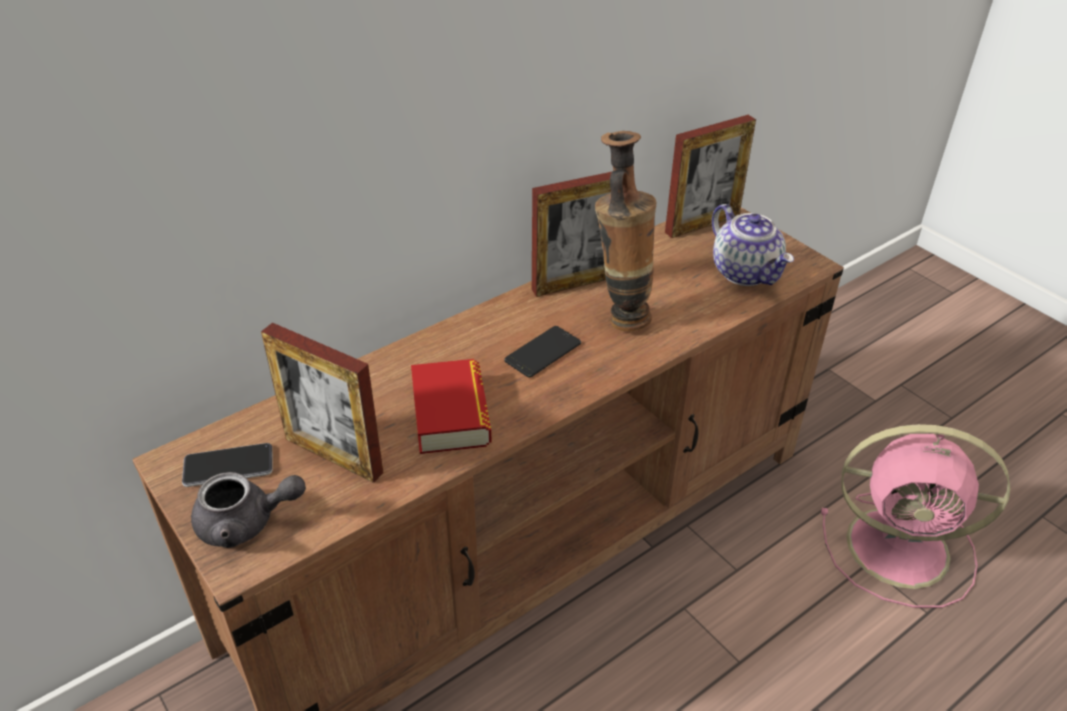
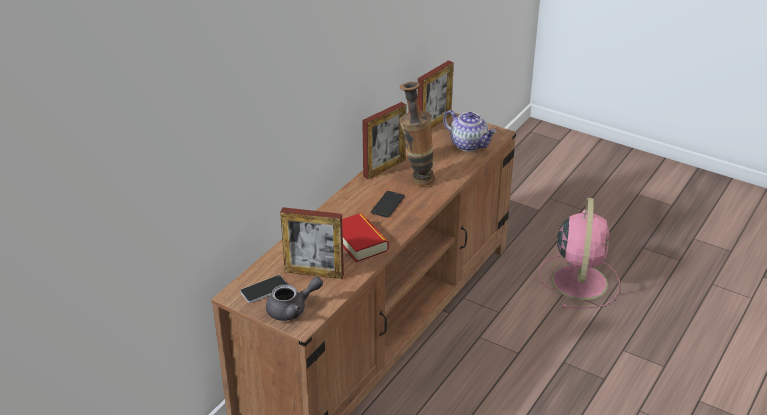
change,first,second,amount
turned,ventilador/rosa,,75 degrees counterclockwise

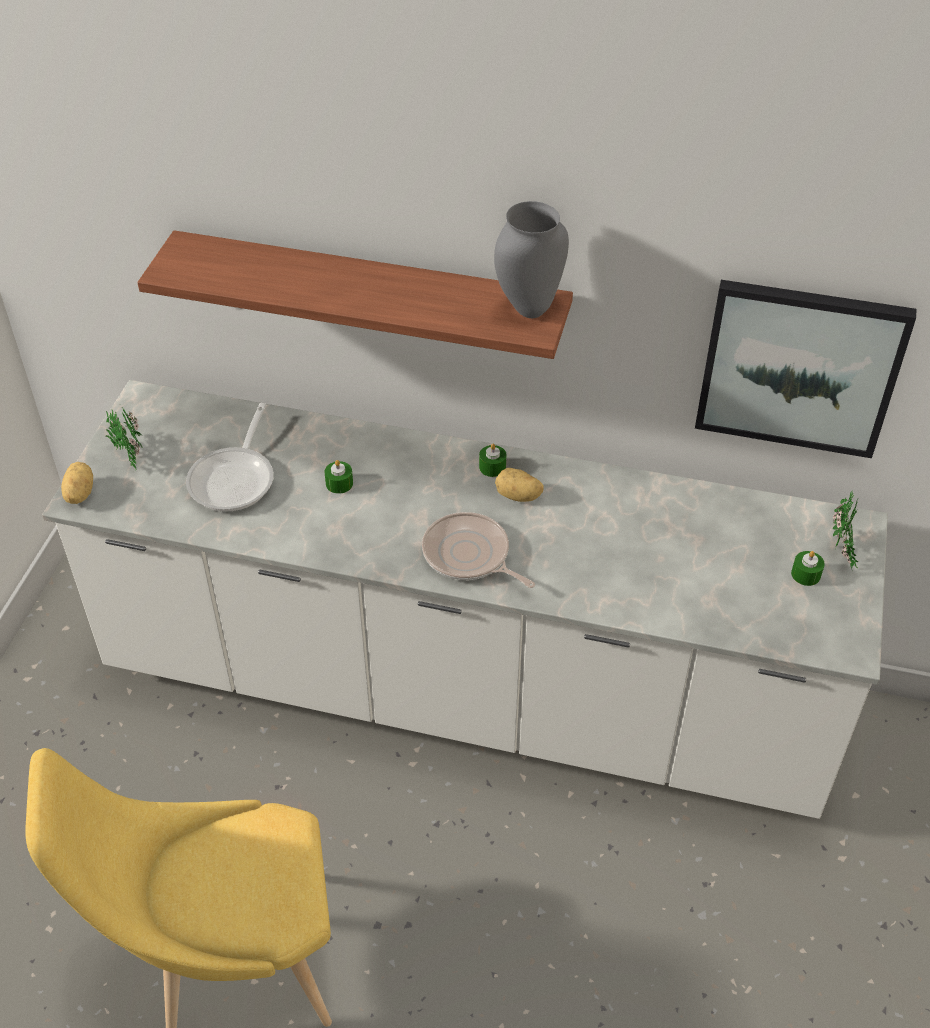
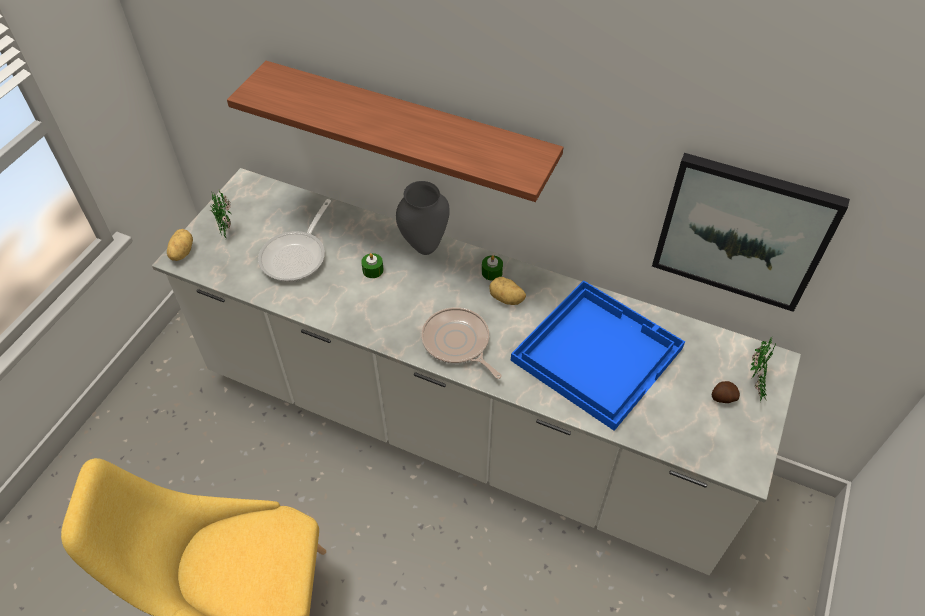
change,first,second,amount
moved,florero/gris,,
replaced,vela/verde (3rd from left),patata (3rd from left),
added,,bandeja/azul,

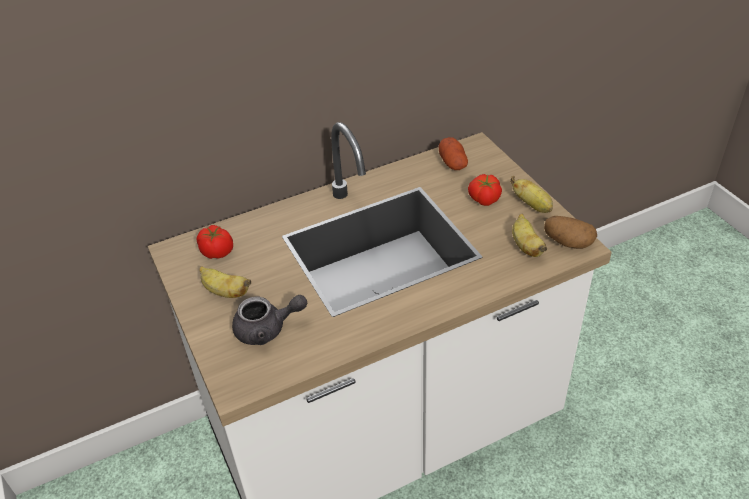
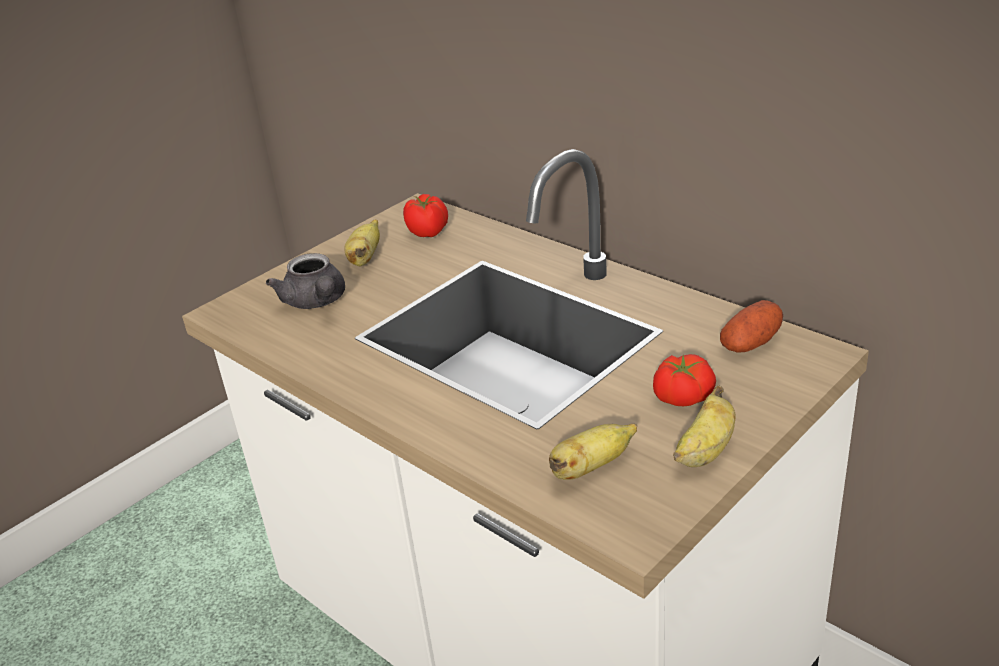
change,first,second,amount
removed,patata (2nd from left),,

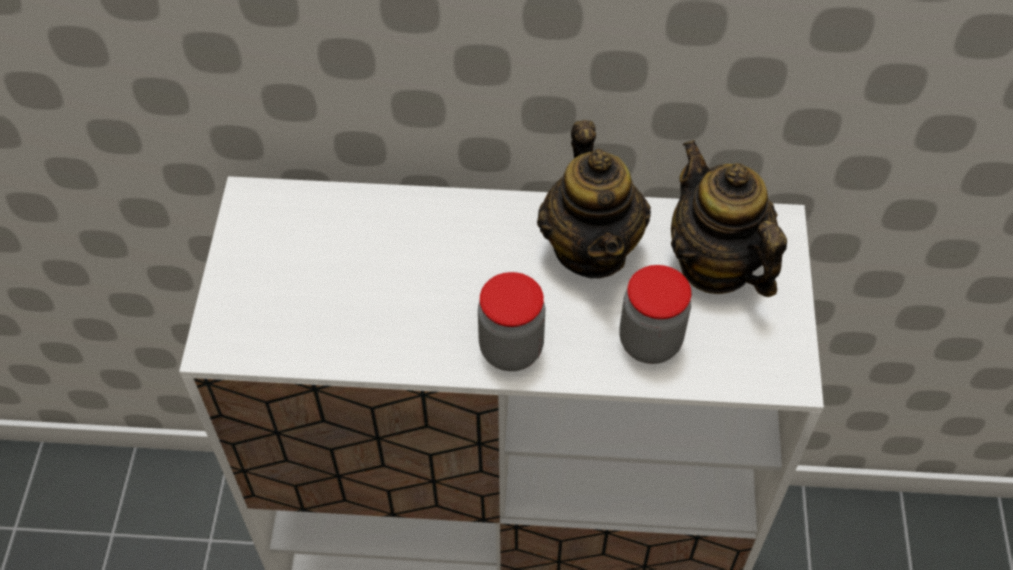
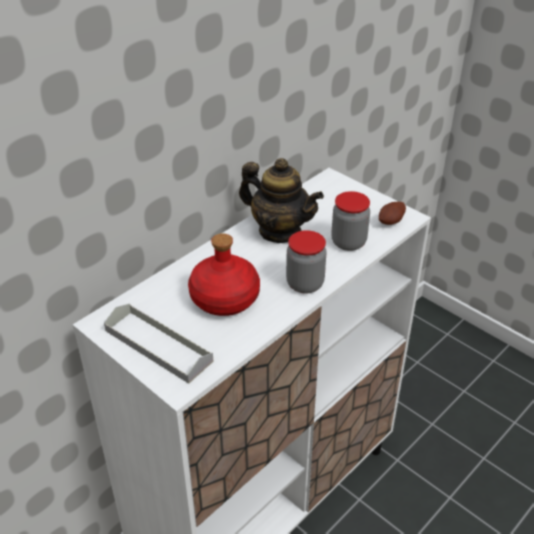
change,first,second,amount
removed,tetera (2nd from left),,
added,,patata,
added,,botella/rojo,
added,,bandeja/gris,

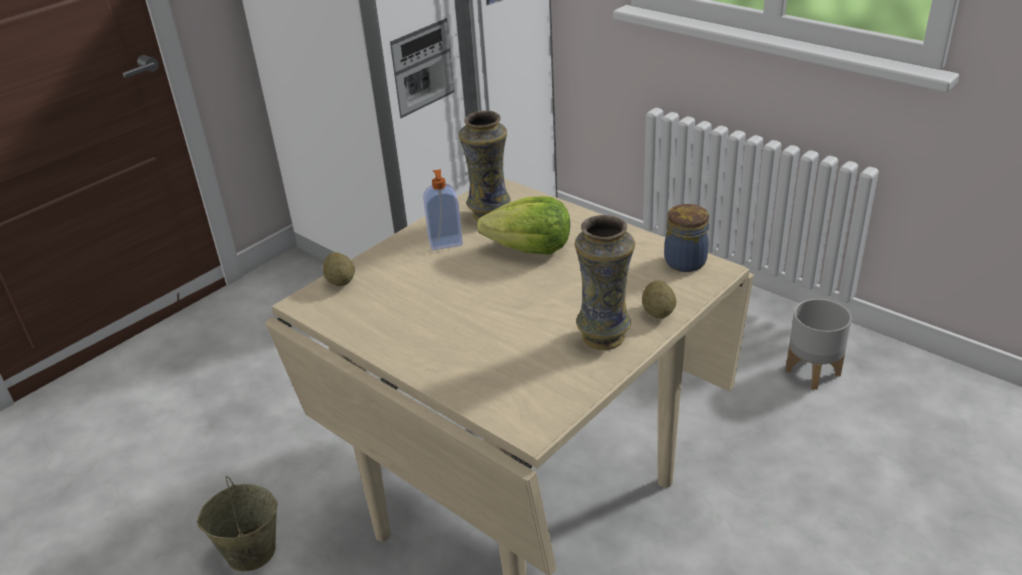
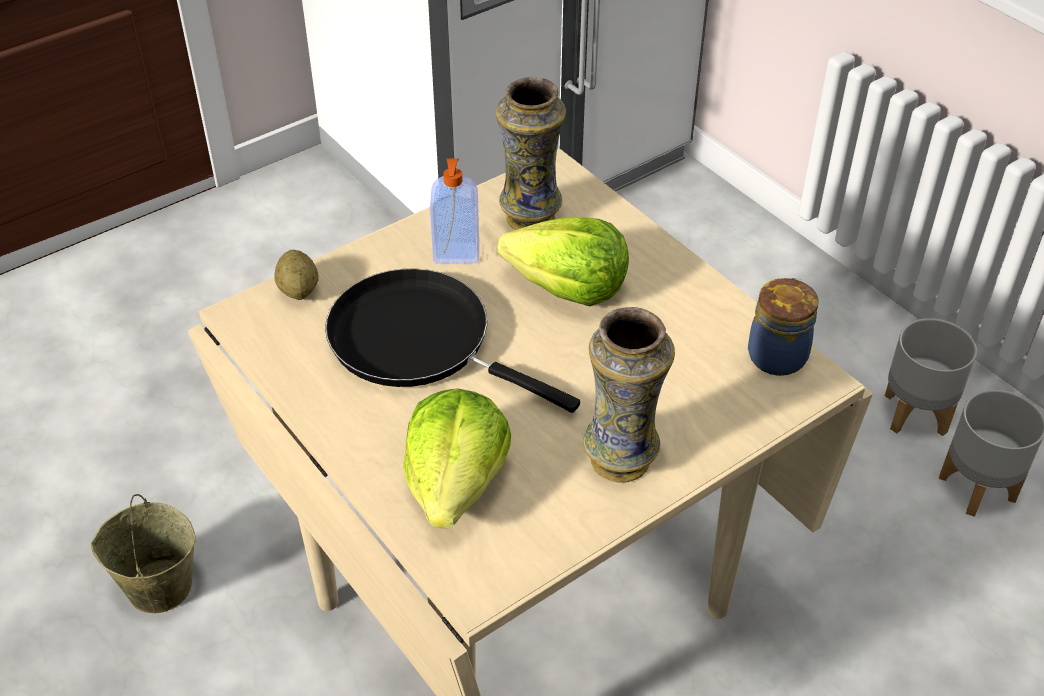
change,first,second,amount
removed,patata (2nd from left),,
added,,sartén/negro,
added,,maceta/gris (1st from left),
added,,lechuga (1st from left),

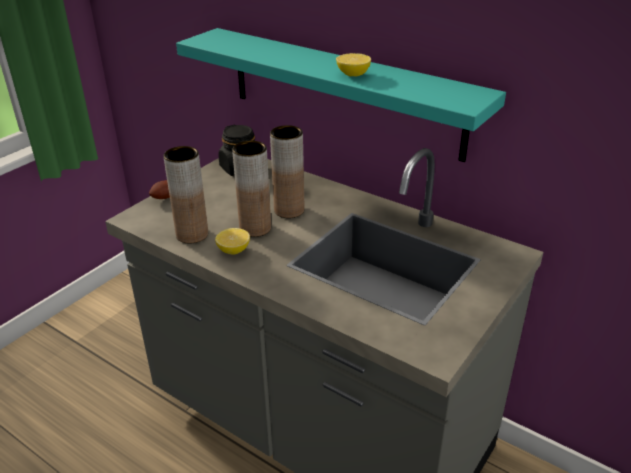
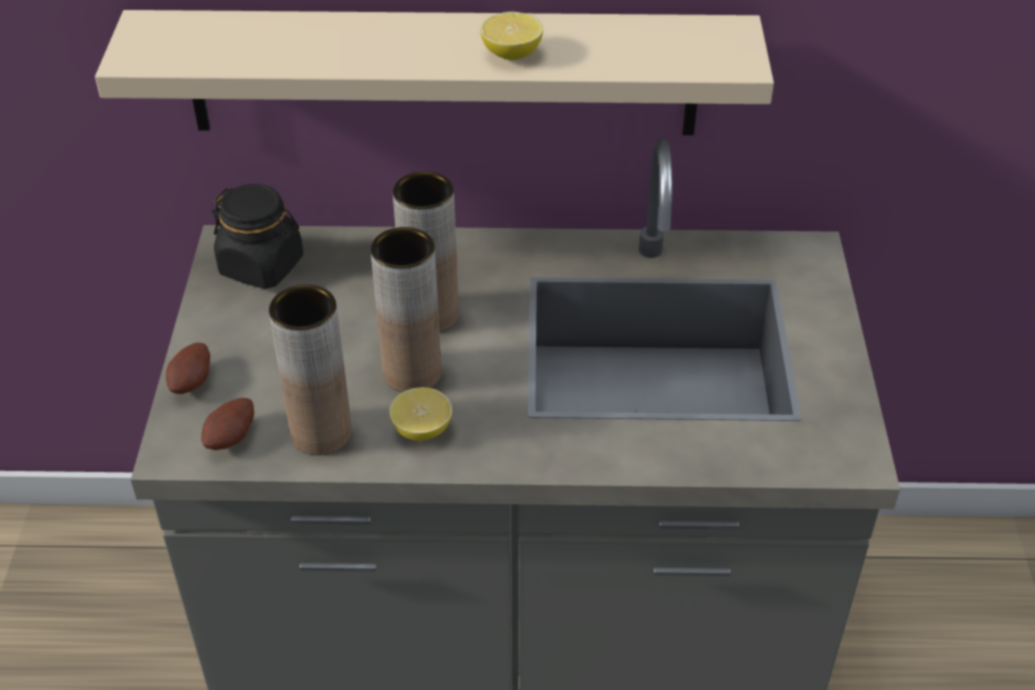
change,first,second,amount
recoloured,estante/turquesa,estante/beis,
added,,patata (2nd from left),

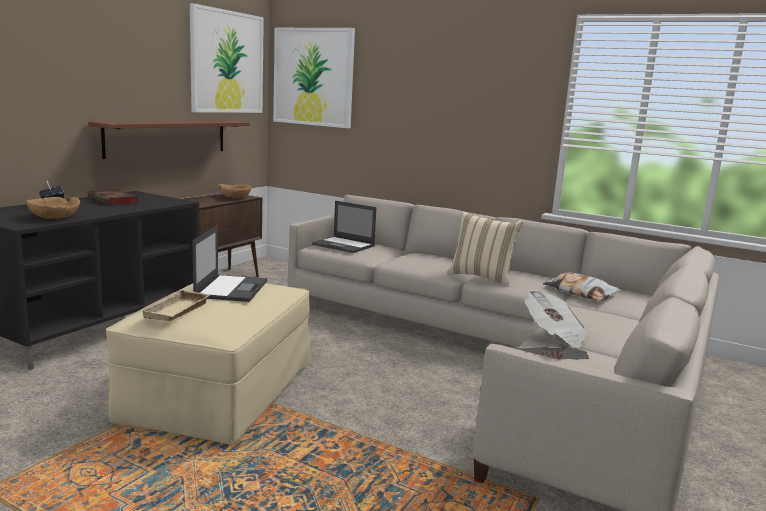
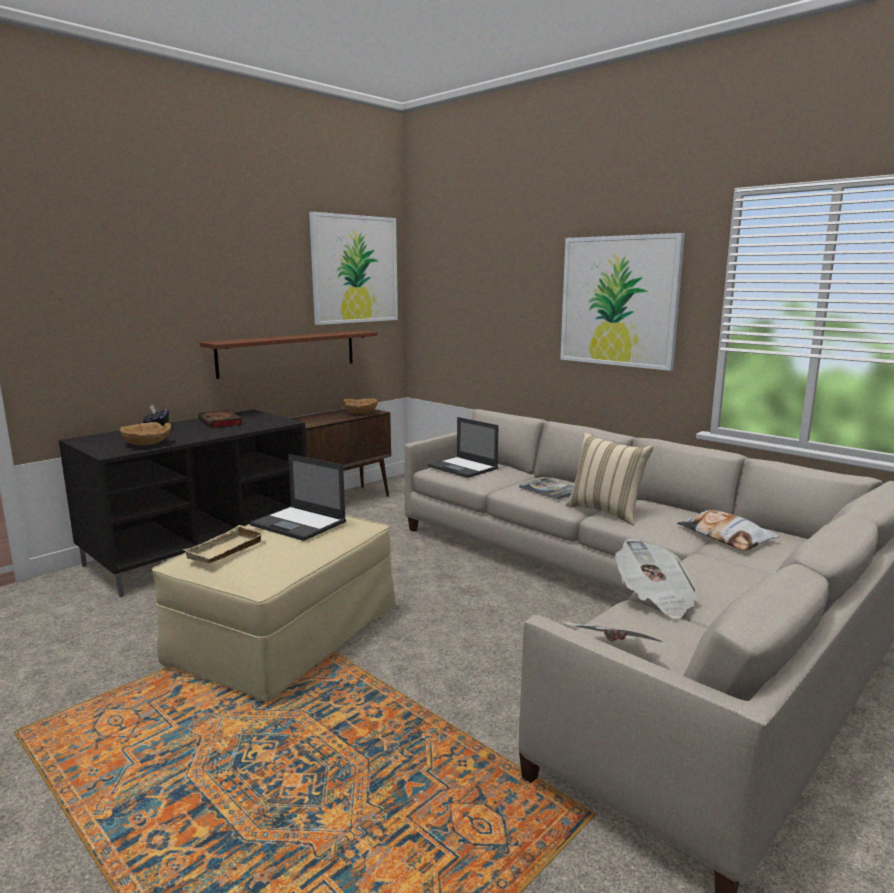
change,first,second,amount
moved,cuadro (2nd from left),,
turned,portátil (1st from left),,105 degrees clockwise
added,,libro (2nd from left),

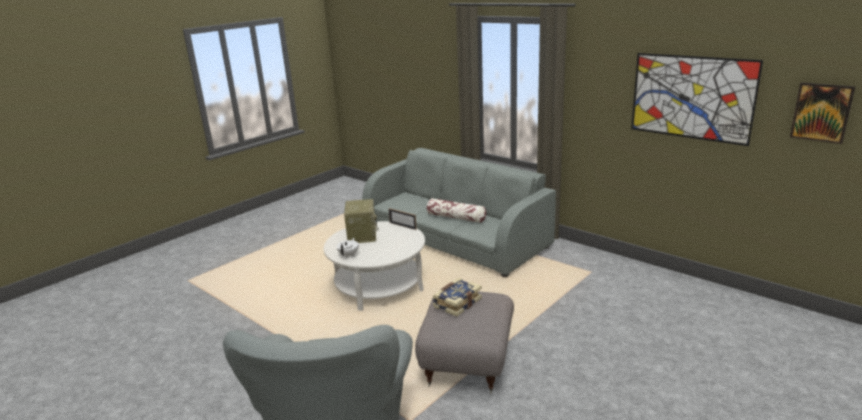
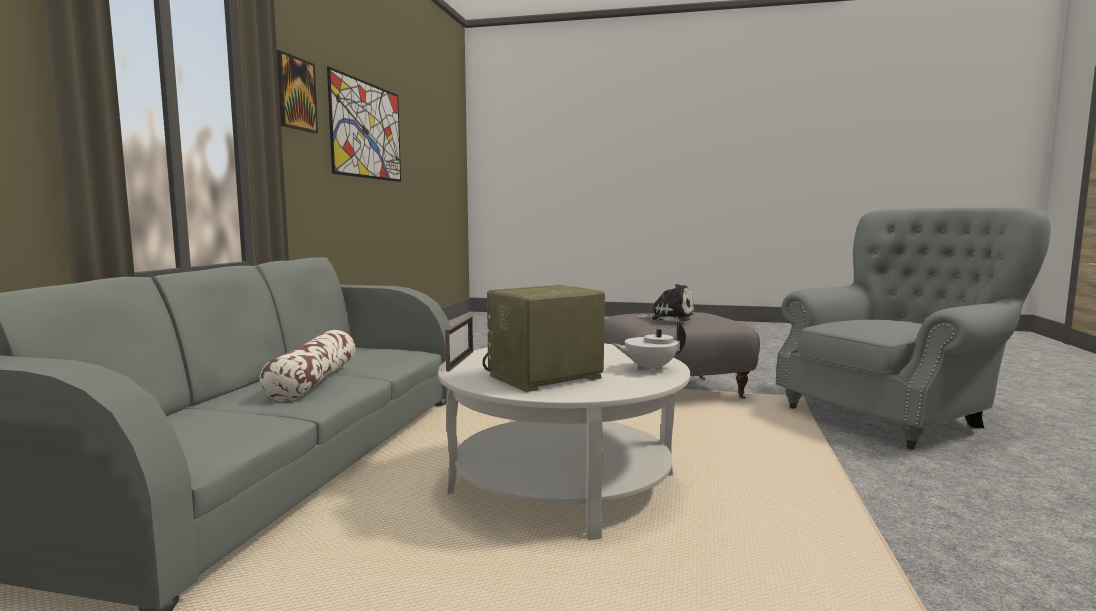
change,first,second,amount
moved,cuadro (2nd from left in the first image),cuadro (1st from left),
replaced,libro,peluche,

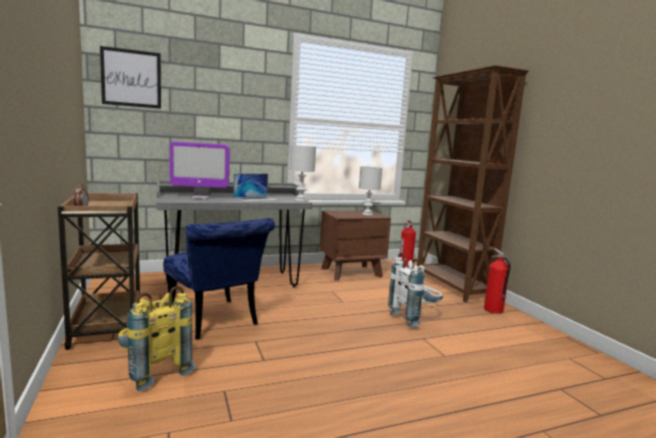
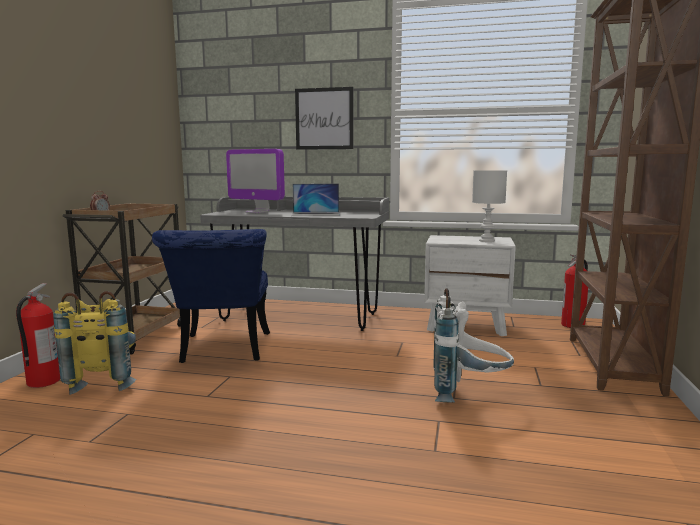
change,first,second,amount
moved,cuadro,,
removed,lámpara de mesa/blanco (1st from left),,
recoloured,mesita de noche/marrón,mesita de noche/blanco,
moved,extintor (2nd from left in the first image),extintor (1st from left),

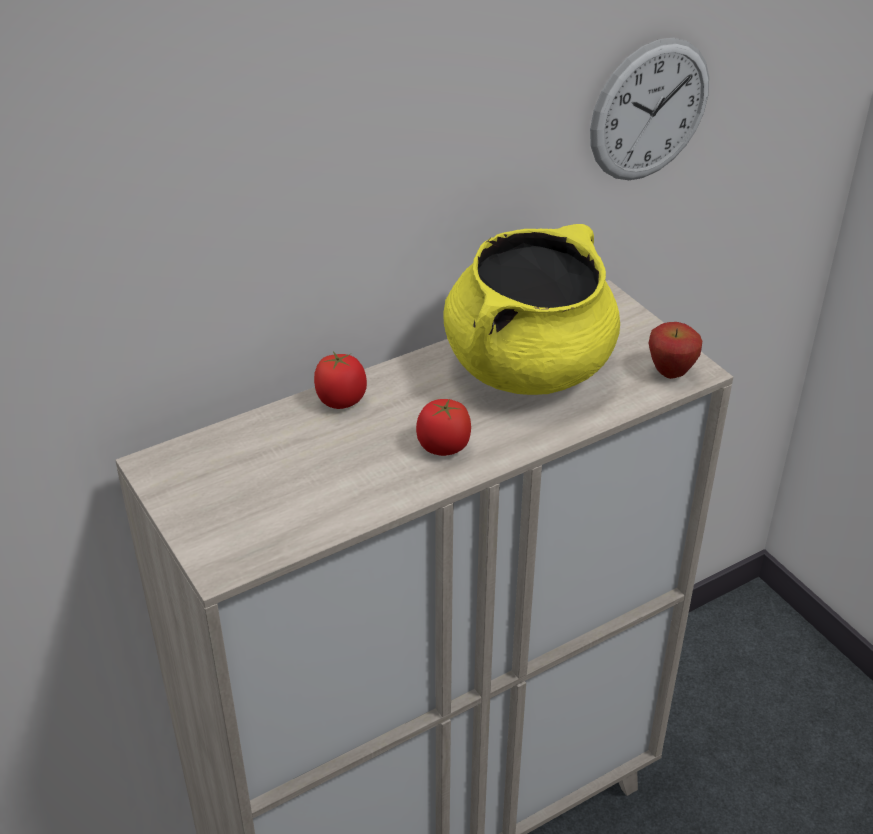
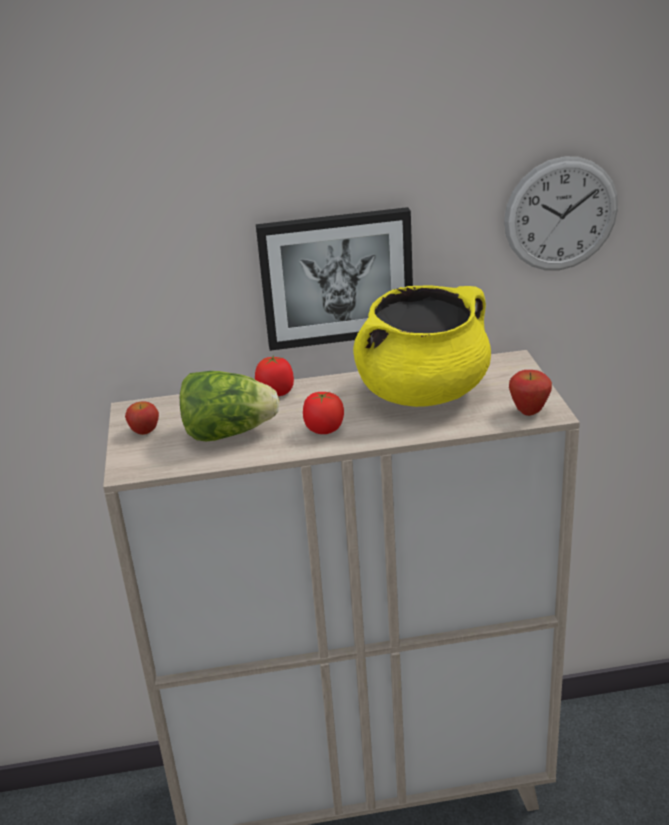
change,first,second,amount
added,,cuadro,
added,,lechuga,
added,,manzana (1st from left),

